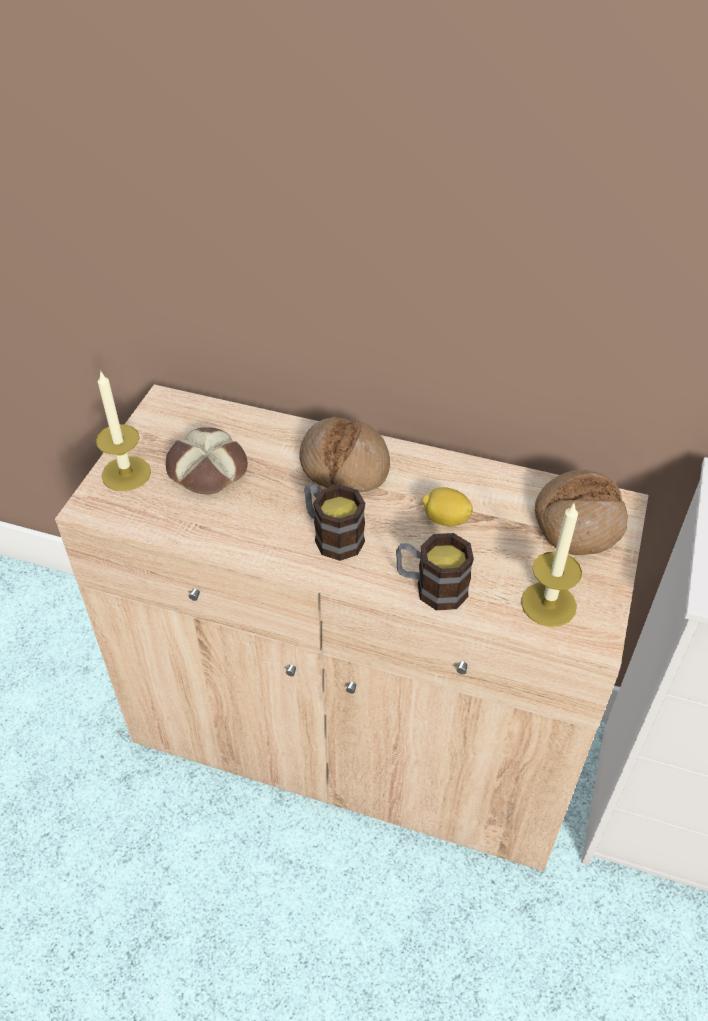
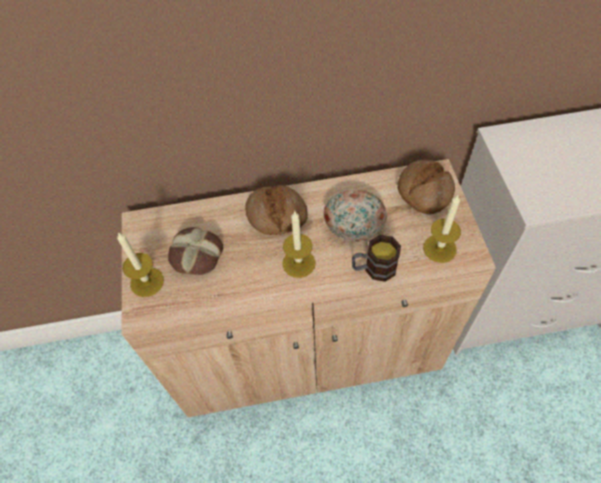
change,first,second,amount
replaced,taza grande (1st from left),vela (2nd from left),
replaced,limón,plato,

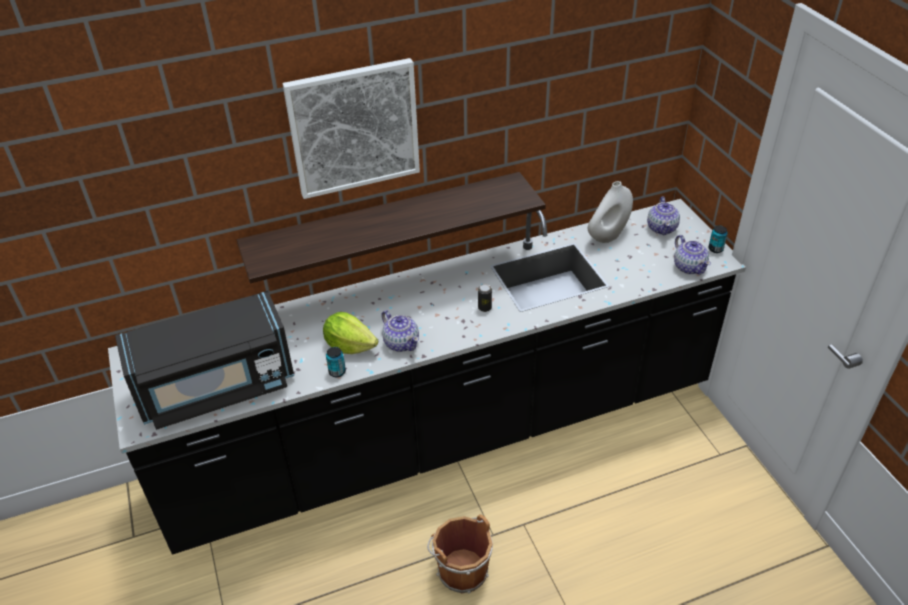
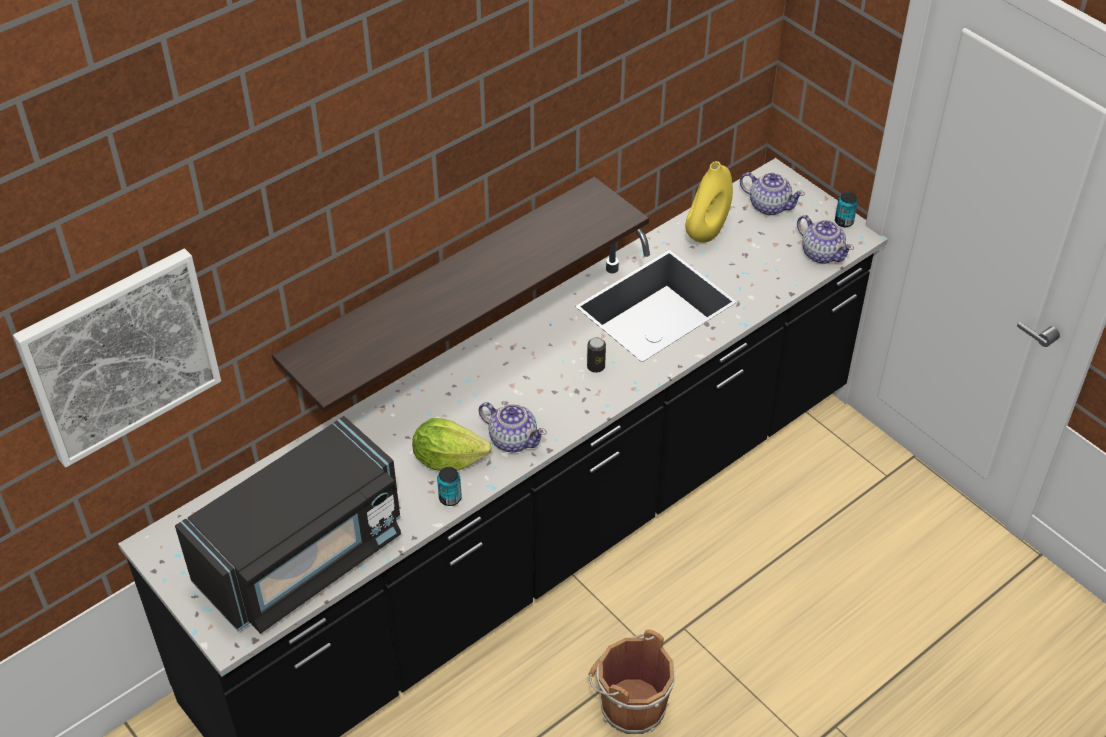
change,first,second,amount
moved,cuadro,,
recoloured,florero/blanco,florero/amarillo,
turned,tetera (2nd from left),,45 degrees counterclockwise

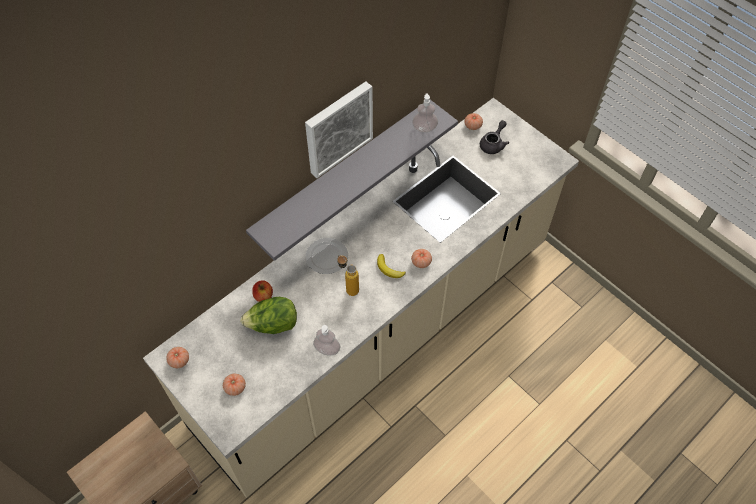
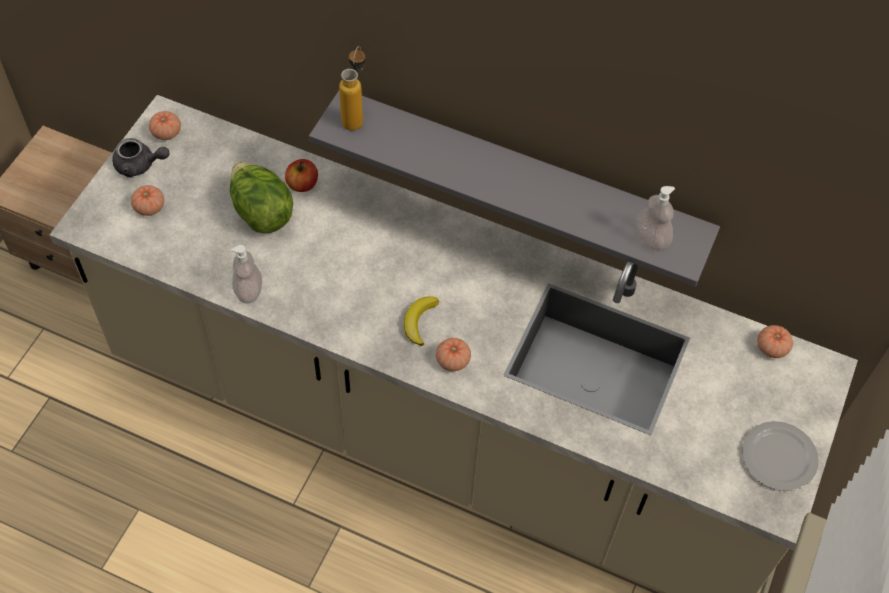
change,first,second,amount
removed,cuadro,,
moved,tetera/gris,,
moved,plato,,
moved,botella,,

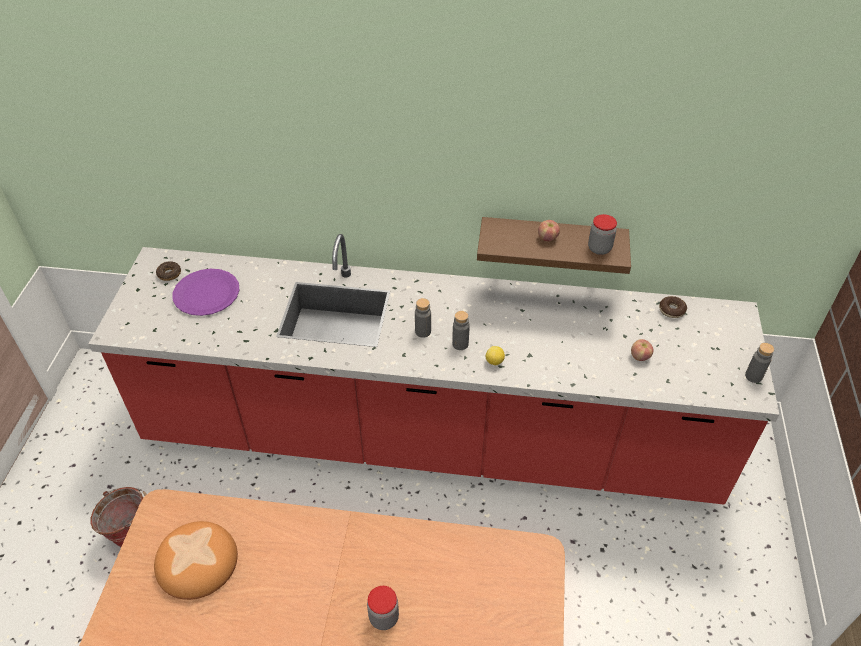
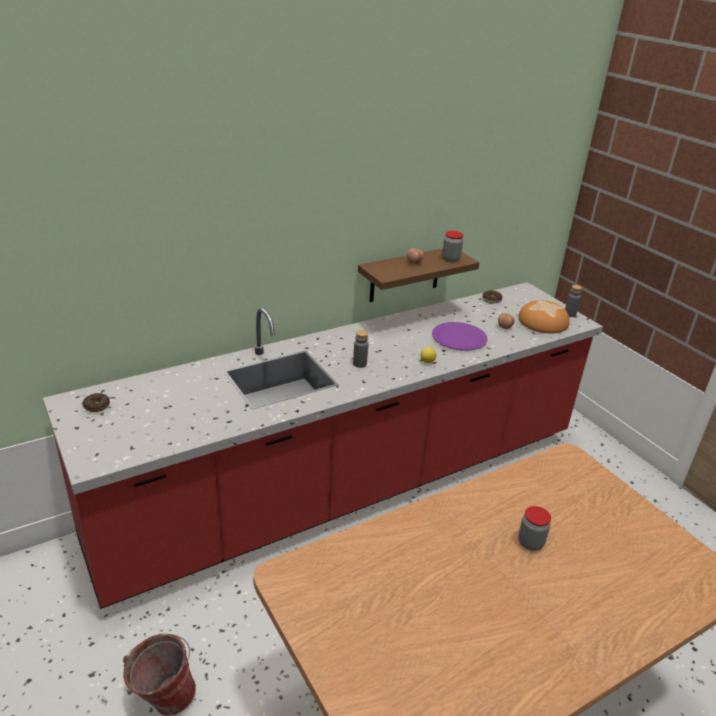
change,first,second,amount
moved,plato/morado,,
removed,botella/gris (2nd from left),,
moved,pan,,

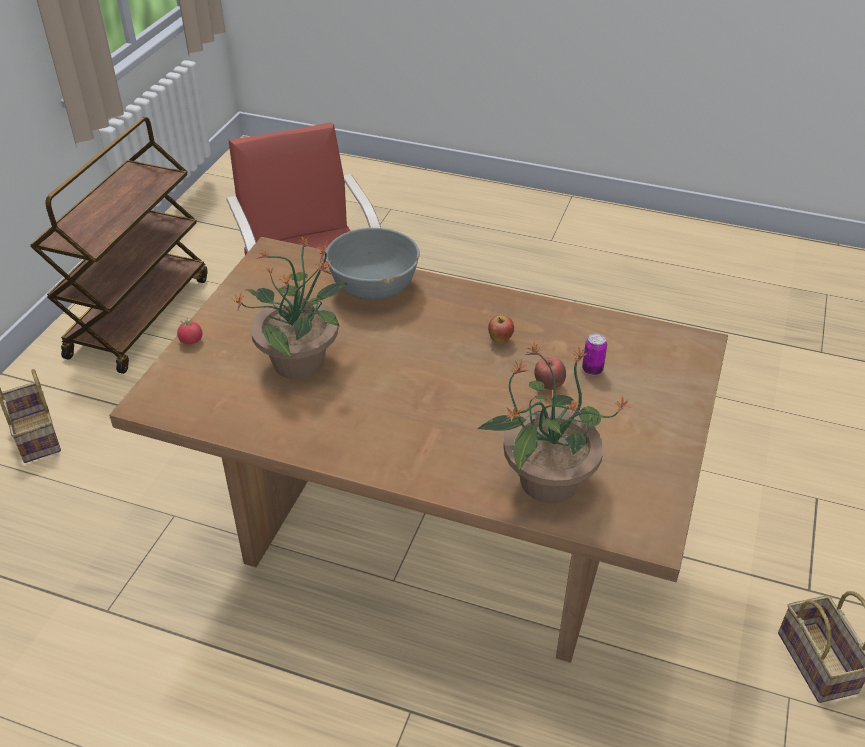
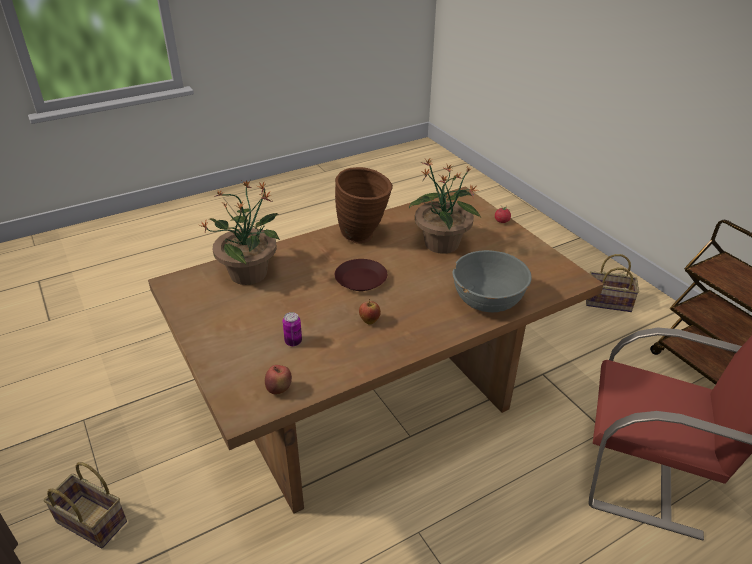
change,first,second,amount
moved,manzana (2nd from left in the first image),manzana (1st from left),
added,,florero/marrón,
added,,plato/marrón,

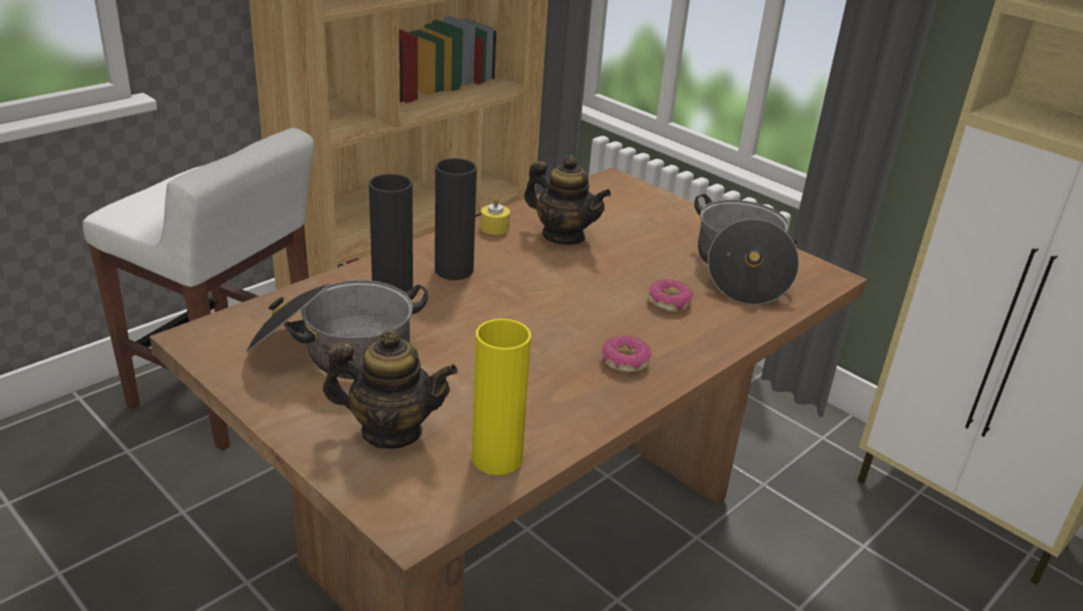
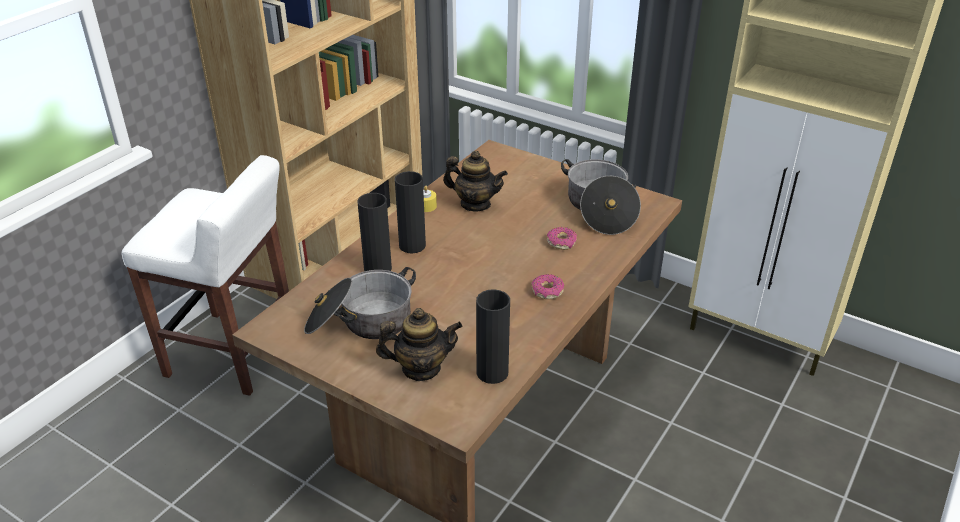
change,first,second,amount
recoloured,florero/amarillo,florero/negro (3rd from left),

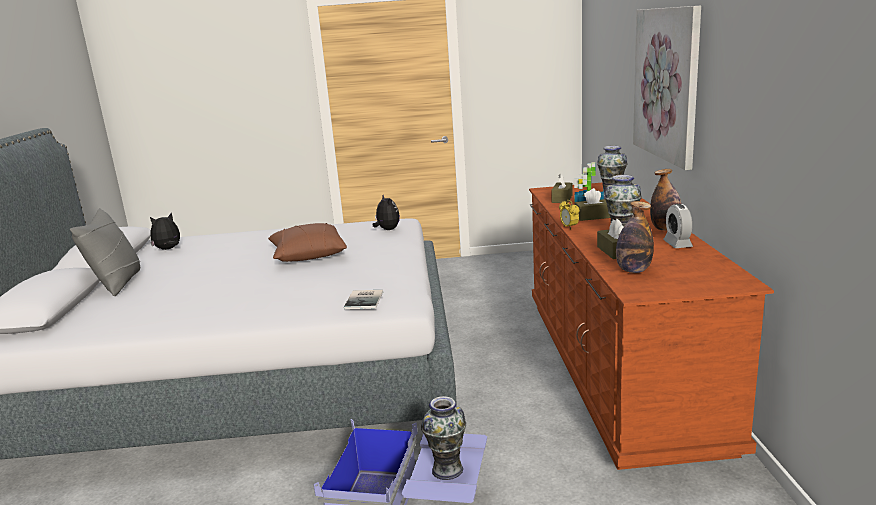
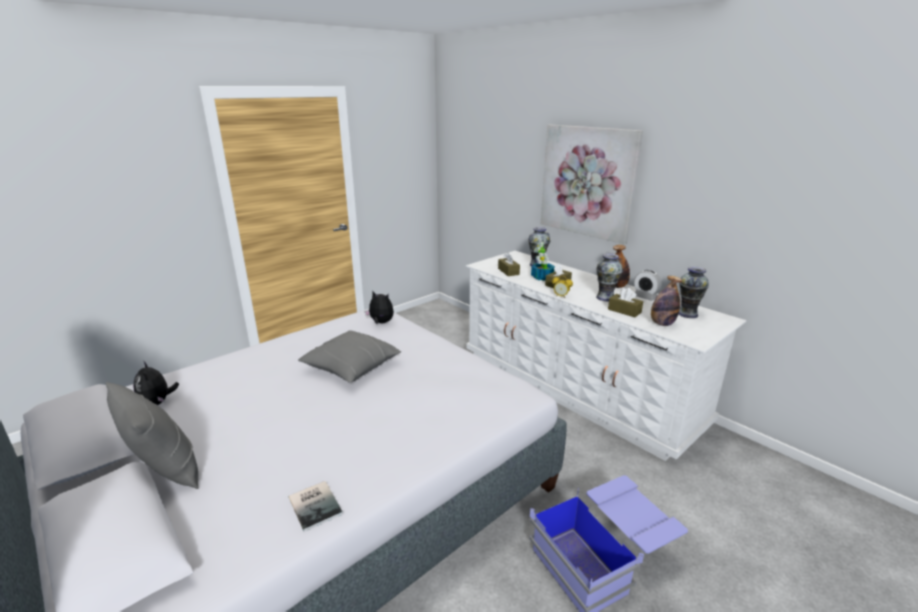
change,first,second,amount
recoloured,cómoda/marrón,cómoda/blanco,
turned,peluche (1st from left),,45 degrees counterclockwise
recoloured,cojín/marrón,cojín/gris (2nd from left),
moved,libro,,
moved,florero (1st from left in the first image),florero (3rd from left),

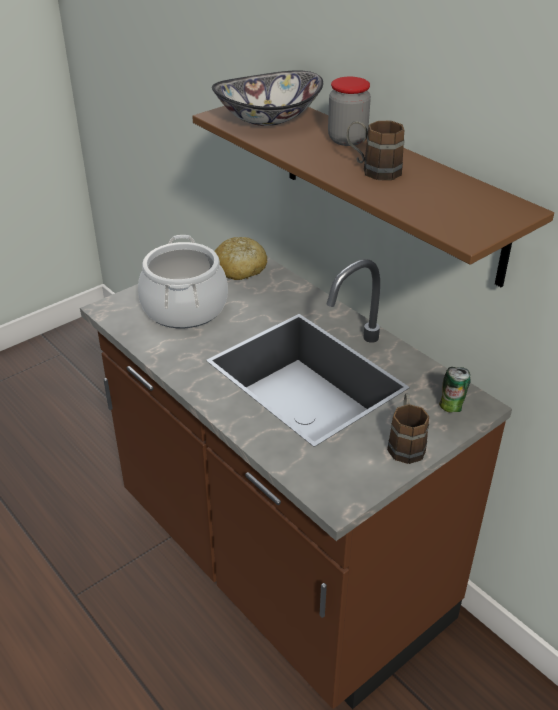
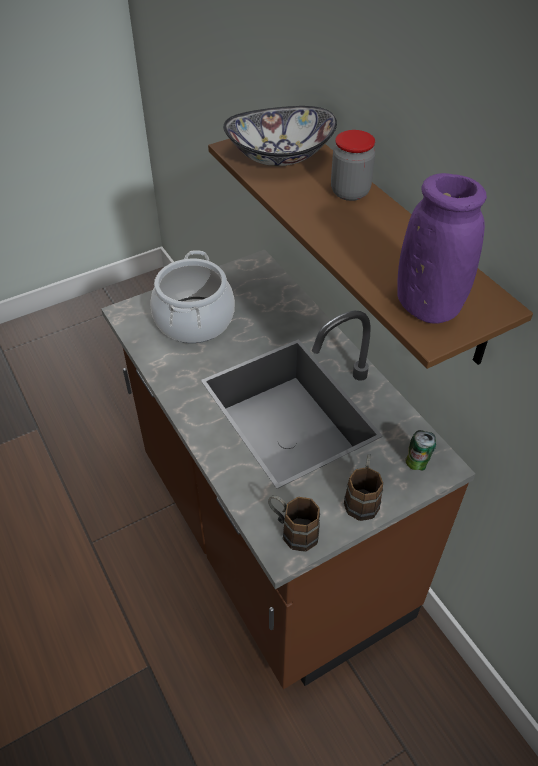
change,first,second,amount
moved,taza grande/marrón (1st from left),,
removed,pan,,
added,,florero/morado,

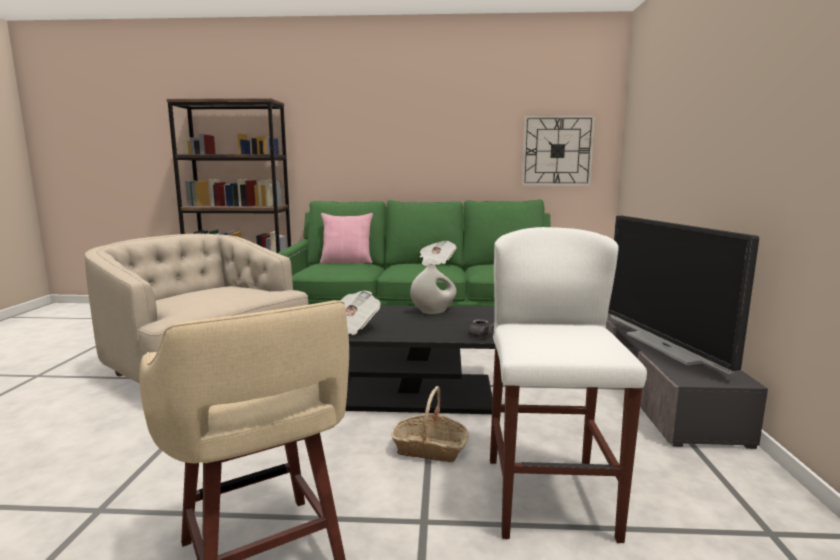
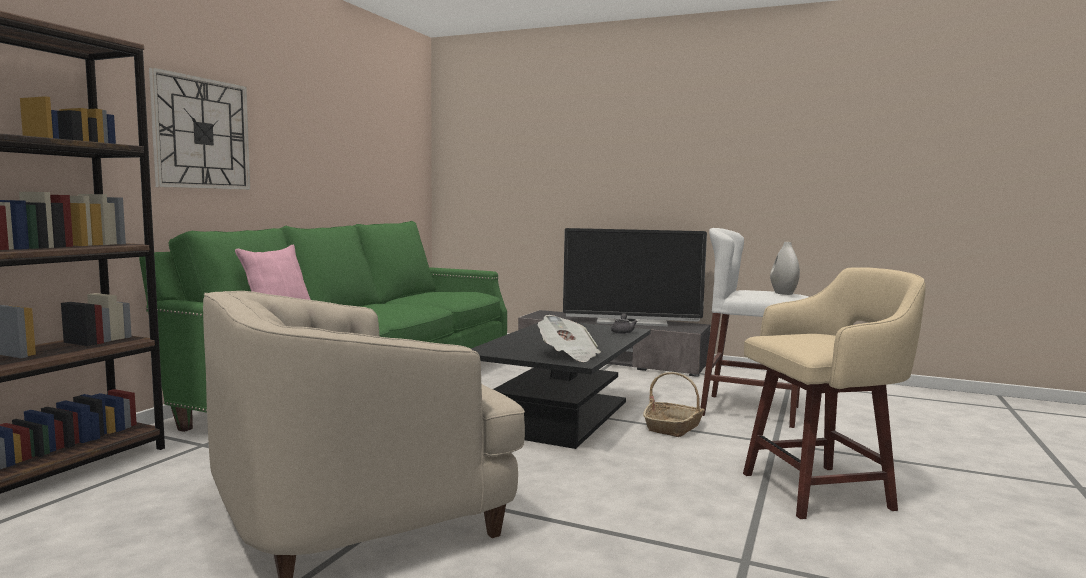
change,first,second,amount
moved,reloj de pared,,
removed,periódico (2nd from left),,
moved,florero/blanco,,

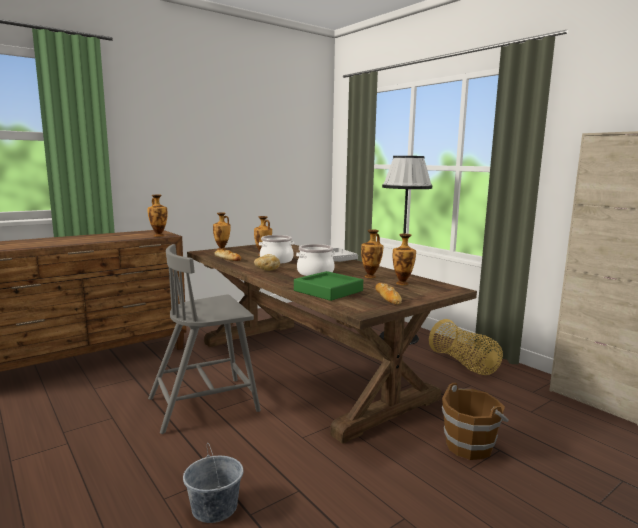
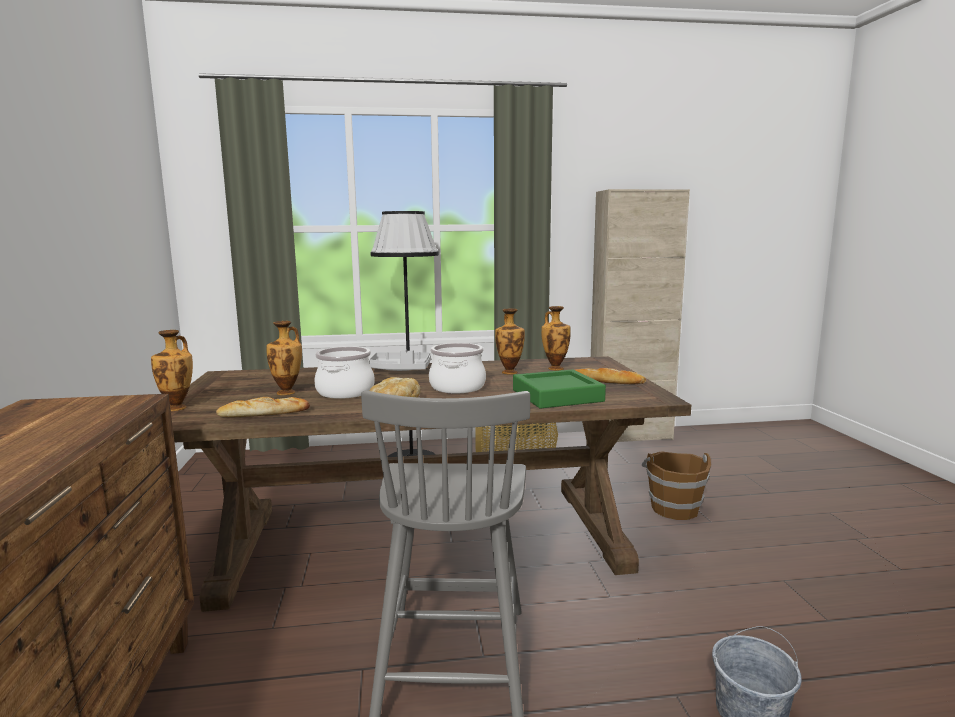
change,first,second,amount
removed,florero (1st from left),,

